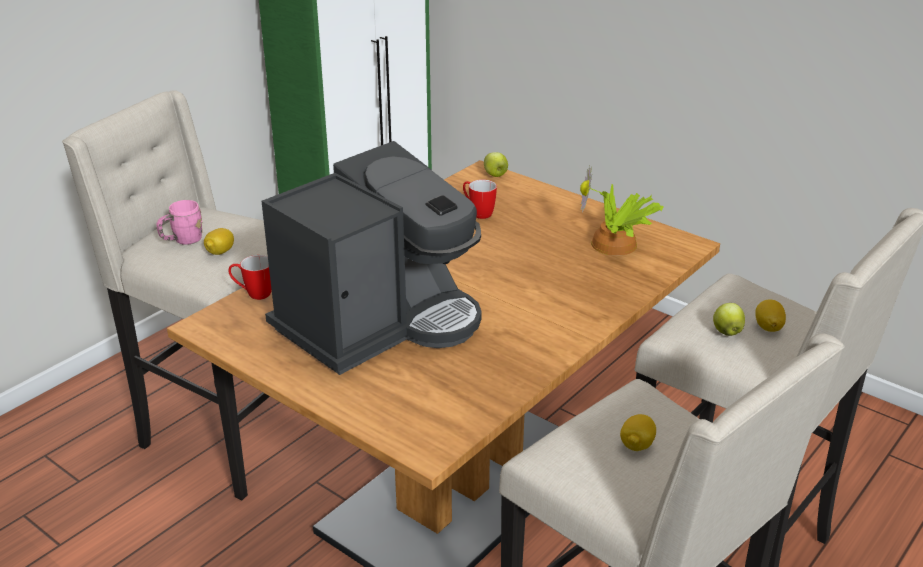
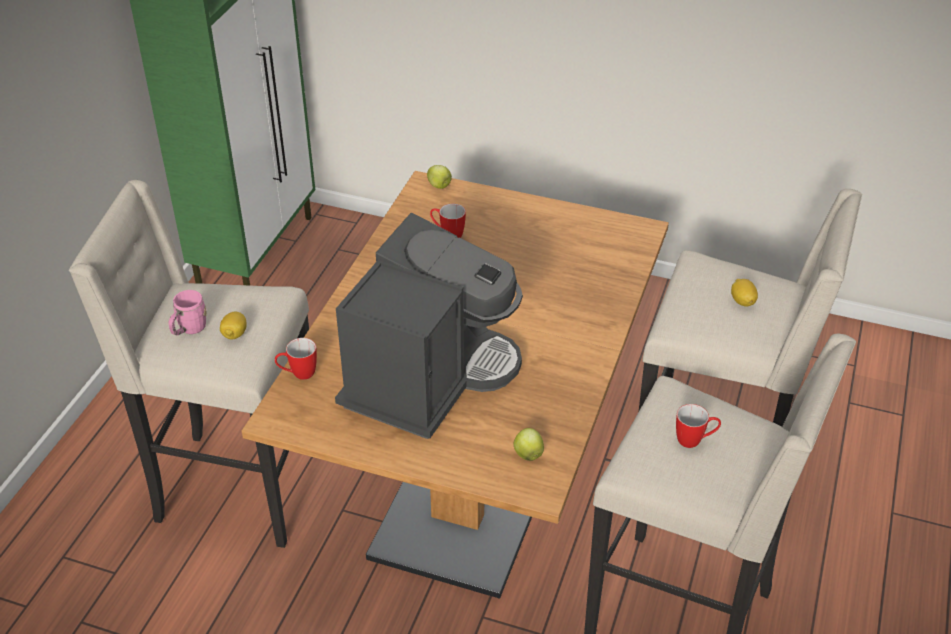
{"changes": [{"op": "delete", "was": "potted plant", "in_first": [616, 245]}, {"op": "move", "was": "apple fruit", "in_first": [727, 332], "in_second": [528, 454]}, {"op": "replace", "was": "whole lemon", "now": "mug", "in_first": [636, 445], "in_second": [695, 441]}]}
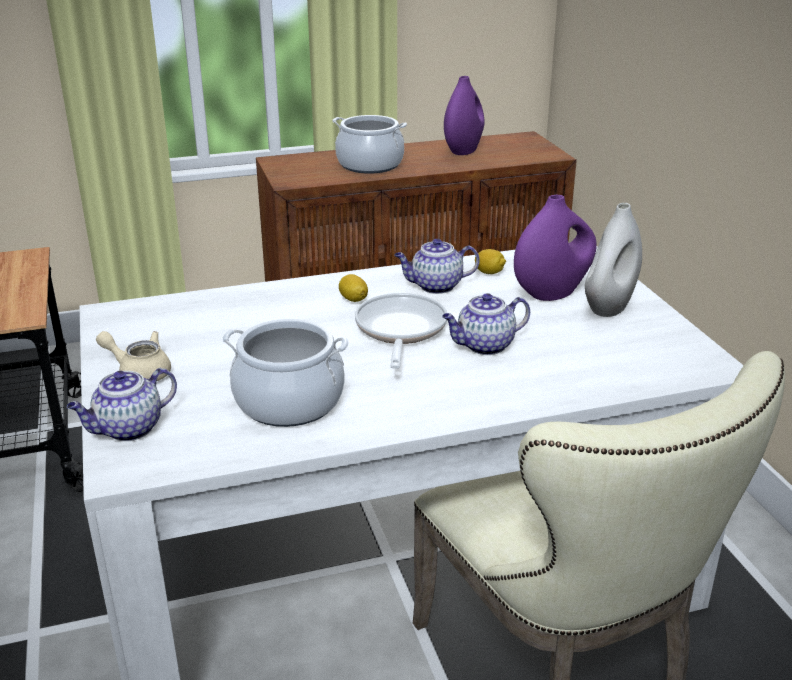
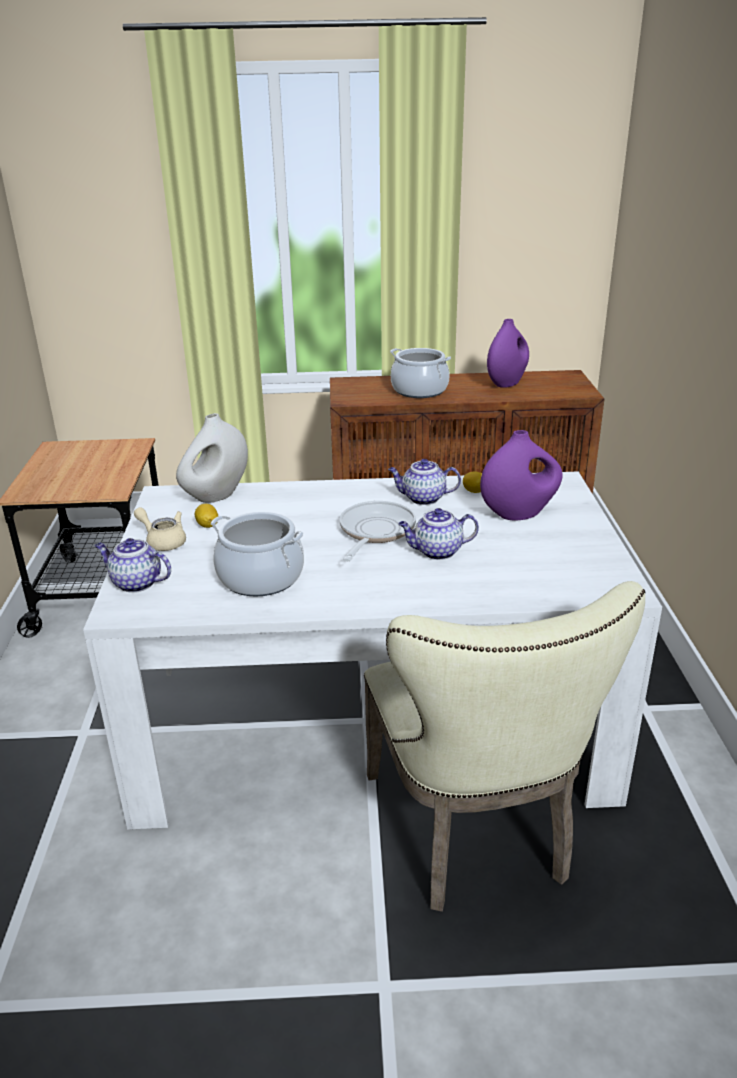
{"changes": [{"op": "move", "was": "whitish decorative vase", "in_first": [609, 307], "in_second": [216, 496]}, {"op": "move", "was": "whole lemon", "in_first": [353, 299], "in_second": [207, 525]}, {"op": "rotate", "was": "teapot", "in_first": [128, 429], "in_second": [135, 583], "clockwise": 45}]}
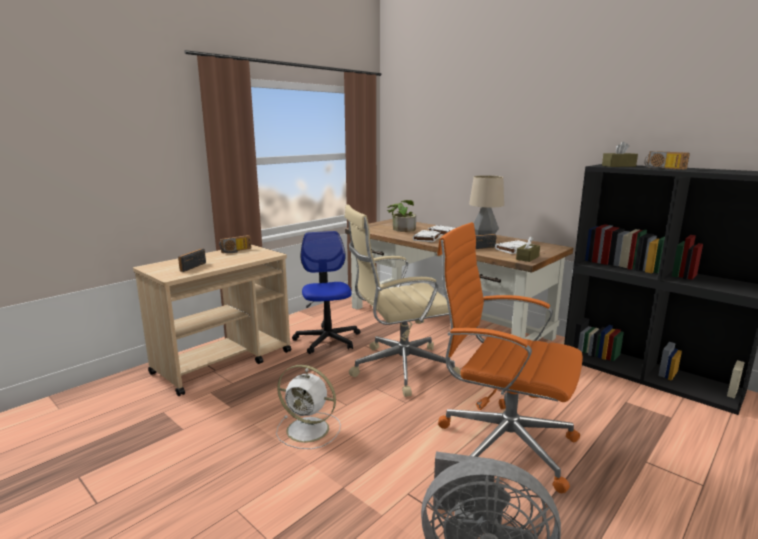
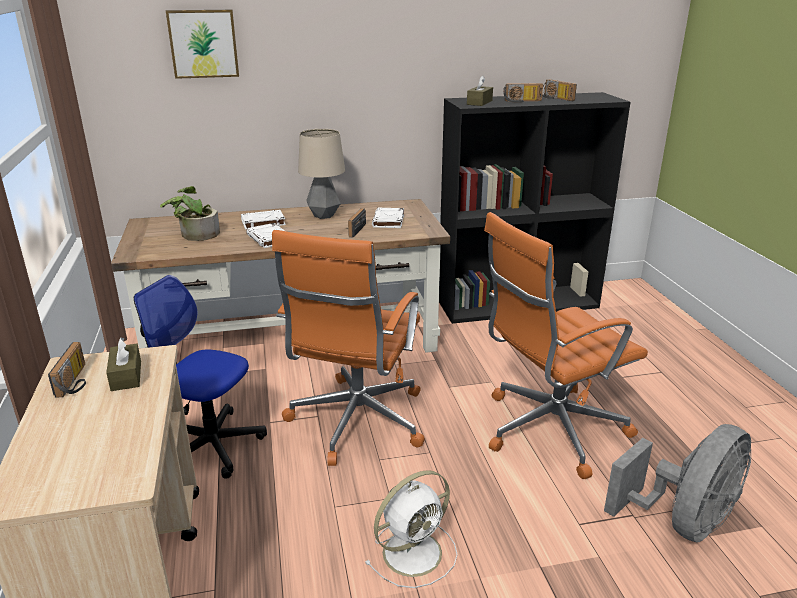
{"changes": [{"op": "recolor", "was": "beige-coloured office chair", "now": "orange-coloured office chair", "in_first": [399, 368], "in_second": [356, 422]}, {"op": "move", "was": "brown-coloured tissue box", "in_first": [527, 258], "in_second": [126, 376]}, {"op": "move", "was": "radio", "in_first": [191, 266], "in_second": [556, 98]}, {"op": "insert", "now": "wall picture", "in_second": [203, 43]}]}
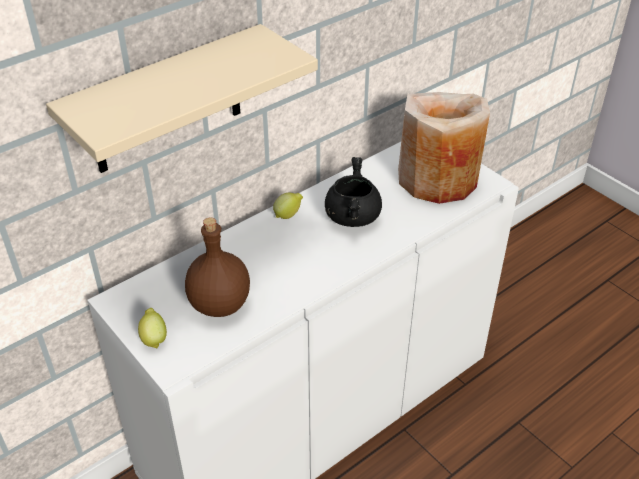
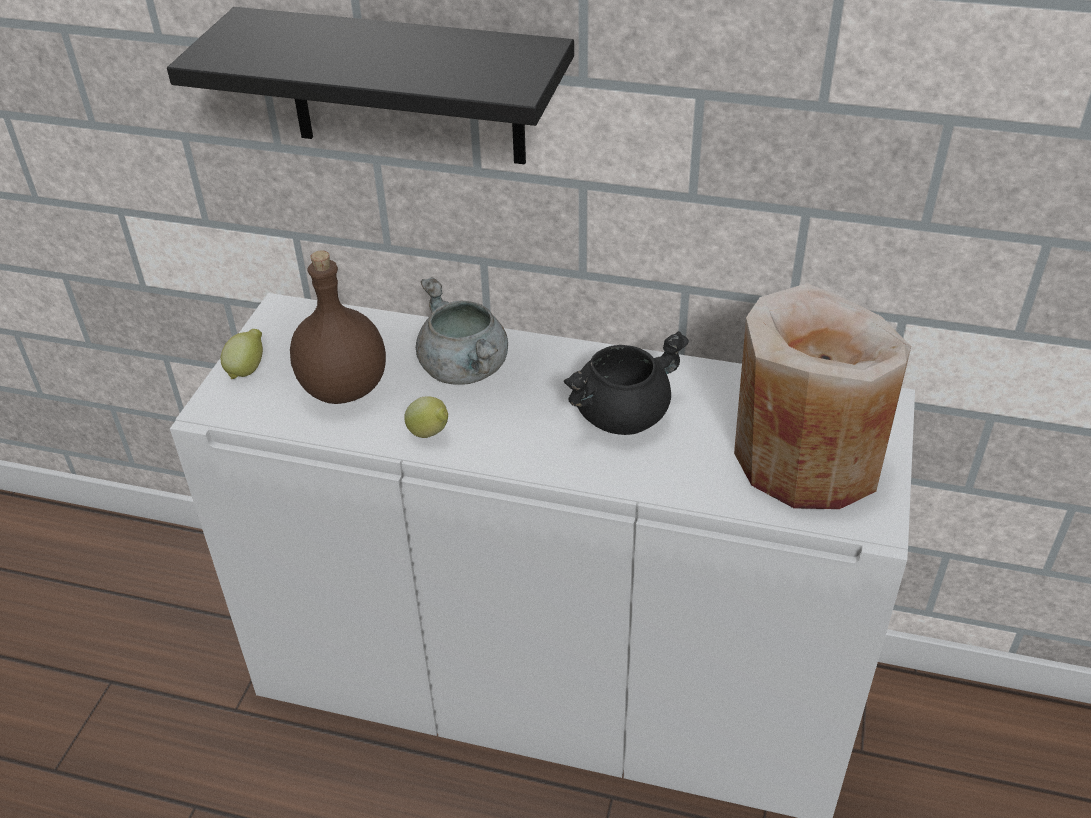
{"changes": [{"op": "recolor", "was": "beige-coloured shelf", "now": "black-coloured shelf", "in_first": [166, 101], "in_second": [405, 87]}, {"op": "move", "was": "whole lemon", "in_first": [288, 215], "in_second": [430, 434]}, {"op": "insert", "now": "greyish saucepot", "in_second": [466, 369]}]}
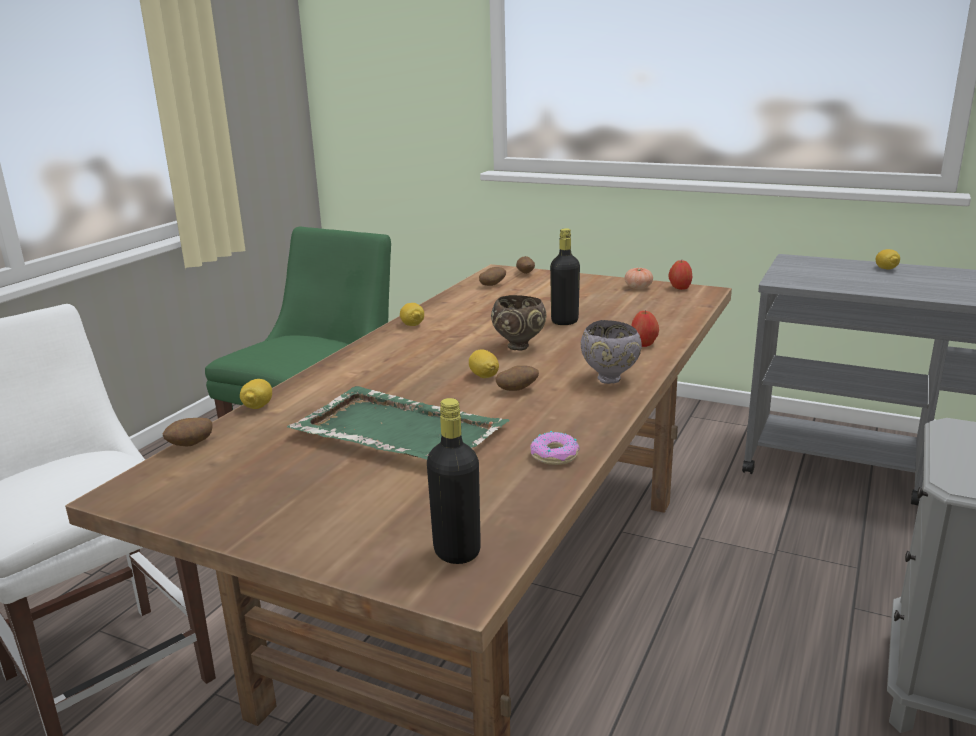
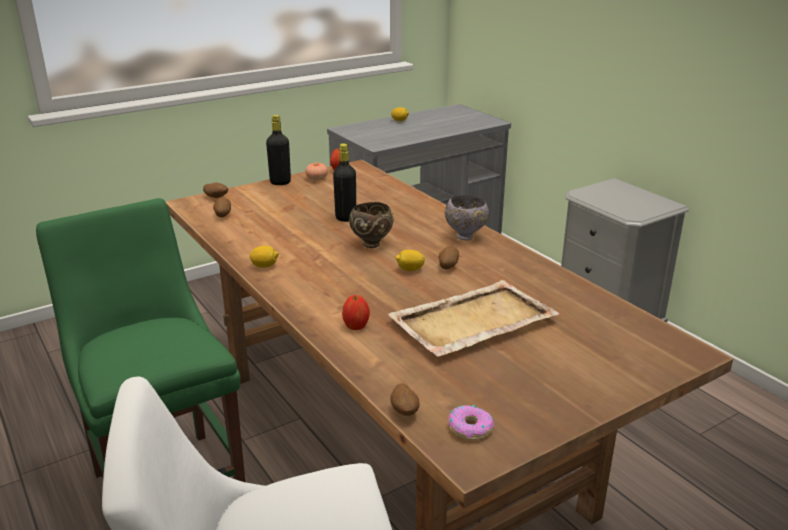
{"changes": [{"op": "move", "was": "apple fruit", "in_first": [643, 344], "in_second": [356, 326]}, {"op": "delete", "was": "whole lemon", "in_first": [258, 407]}, {"op": "recolor", "was": "green-coloured carrying tray", "now": "beige-coloured carrying tray", "in_first": [397, 431], "in_second": [471, 322]}, {"op": "move", "was": "black-coloured drink bottle", "in_first": [457, 552], "in_second": [280, 182]}, {"op": "move", "was": "ring doughnut", "in_first": [555, 456], "in_second": [470, 428]}]}
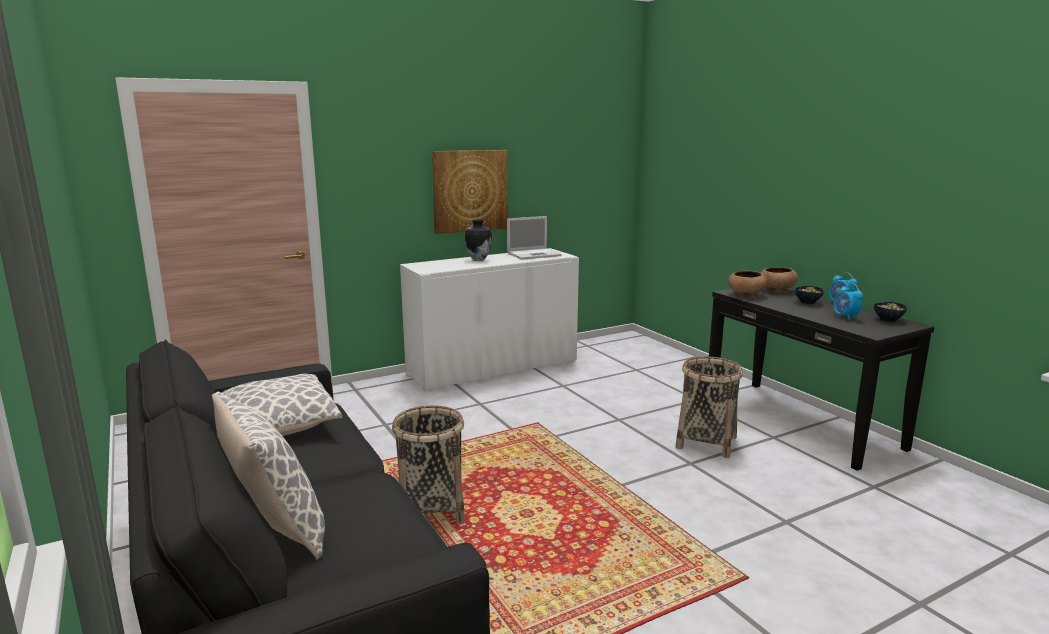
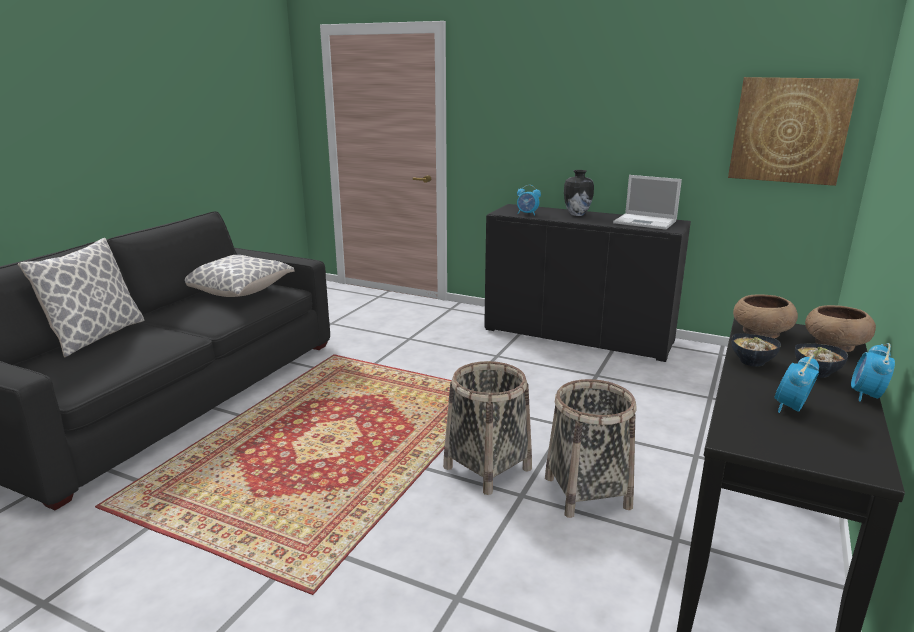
{"changes": [{"op": "move", "was": "wall picture", "in_first": [470, 191], "in_second": [789, 130]}, {"op": "recolor", "was": "whitish storage cabinet", "now": "black-coloured storage cabinet", "in_first": [493, 368], "in_second": [577, 335]}, {"op": "move", "was": "serving bowl", "in_first": [888, 320], "in_second": [752, 362]}, {"op": "move", "was": "storage basket", "in_first": [431, 509], "in_second": [487, 468]}, {"op": "insert", "now": "alarm clock", "in_second": [527, 214]}]}
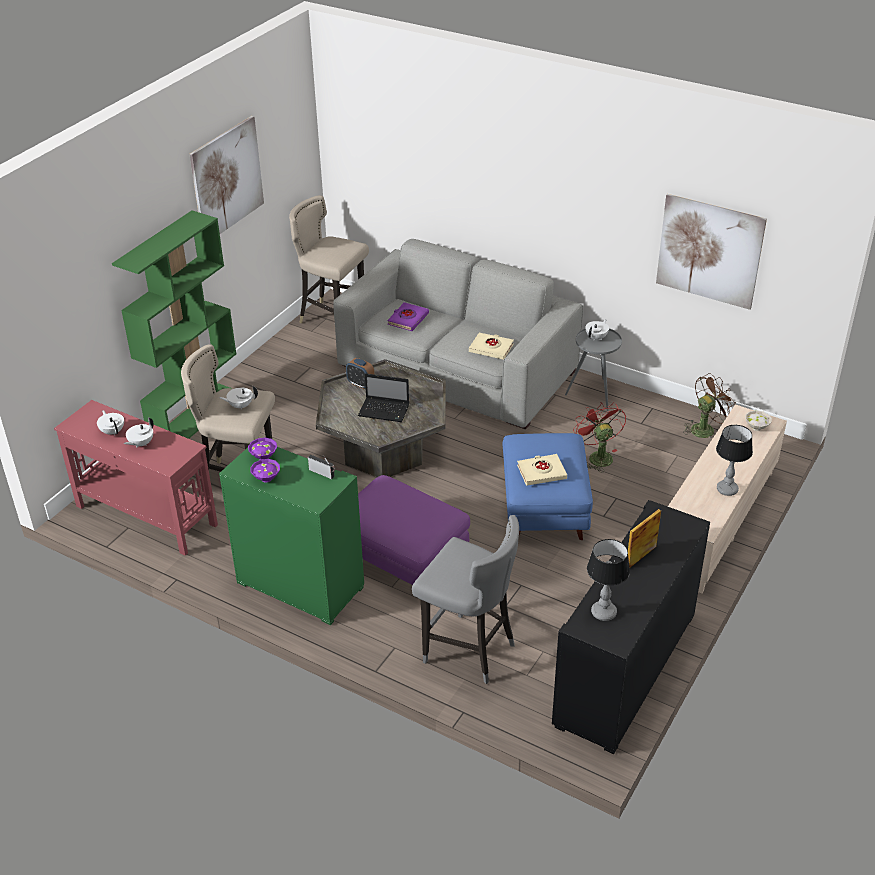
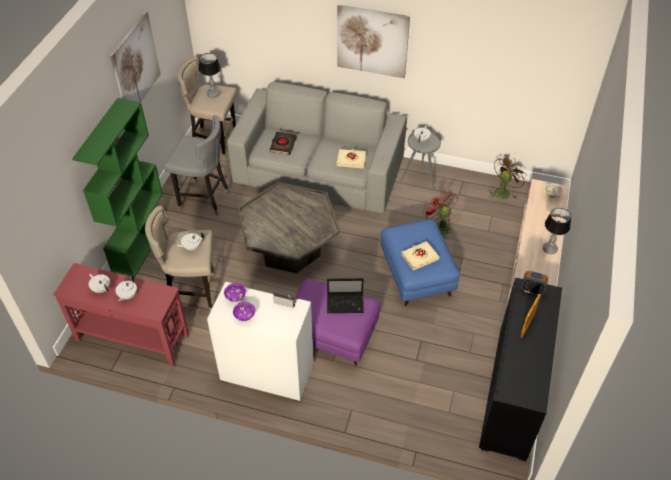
{"changes": [{"op": "move", "was": "wall picture", "in_first": [709, 251], "in_second": [372, 41]}, {"op": "recolor", "was": "purplish bound book", "now": "black-coloured bound book", "in_first": [408, 319], "in_second": [283, 145]}, {"op": "move", "was": "alarm clock", "in_first": [360, 384], "in_second": [532, 290]}, {"op": "move", "was": "laptop", "in_first": [385, 411], "in_second": [346, 303]}, {"op": "recolor", "was": "green-coloured storage cabinet", "now": "whitish storage cabinet", "in_first": [299, 585], "in_second": [266, 373]}, {"op": "move", "was": "greyish stool seat", "in_first": [468, 650], "in_second": [204, 199]}, {"op": "move", "was": "tabletop lamp", "in_first": [603, 612], "in_second": [213, 94]}]}
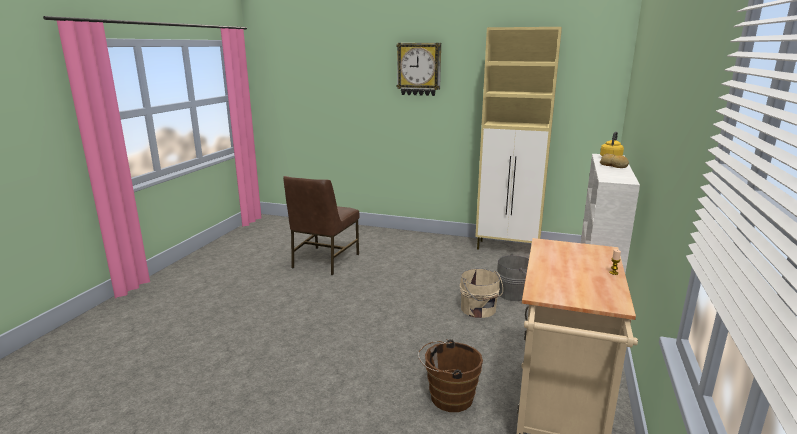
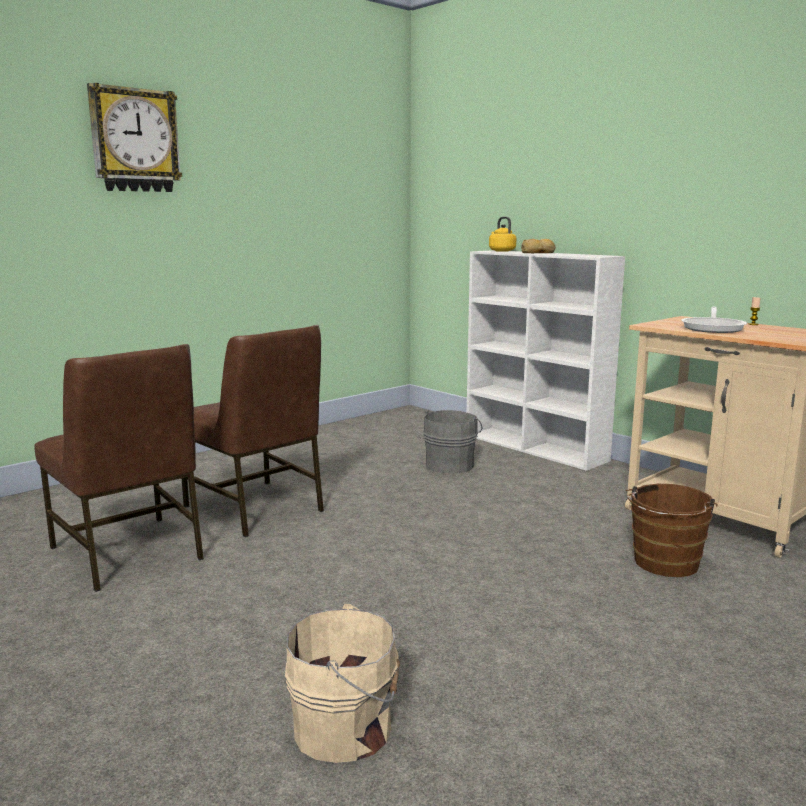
{"changes": [{"op": "delete", "was": "beige-coloured storage cabinet", "in_first": [508, 248]}, {"op": "move", "was": "beige-coloured bucket", "in_first": [479, 310], "in_second": [347, 729]}, {"op": "insert", "now": "frying pan", "in_second": [713, 328]}, {"op": "insert", "now": "brown-coloured chair", "in_second": [256, 509]}]}
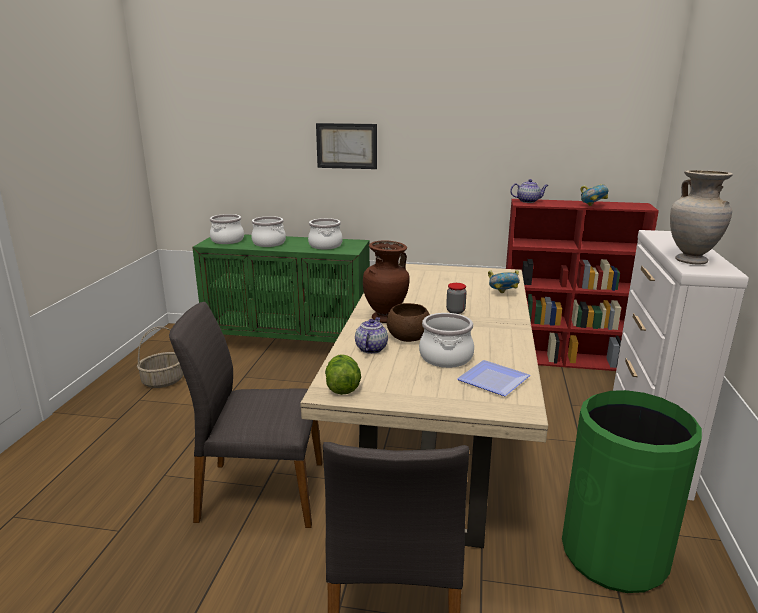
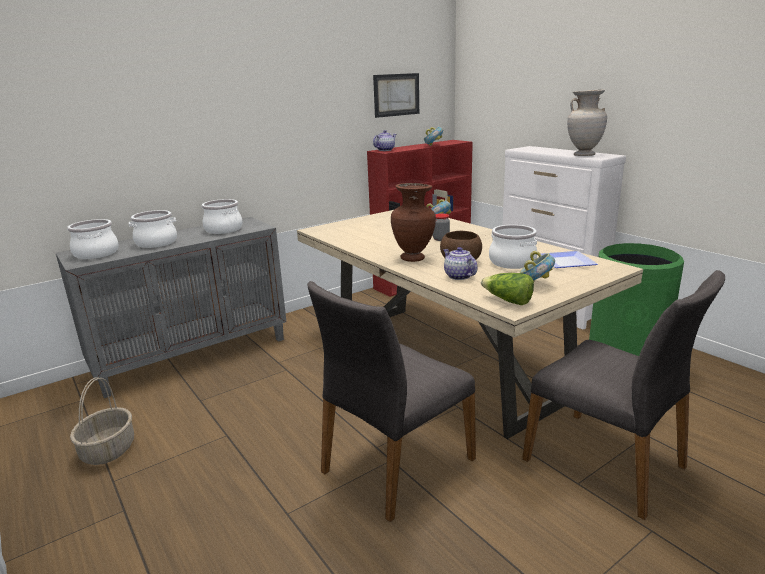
{"changes": [{"op": "move", "was": "wall picture", "in_first": [346, 146], "in_second": [396, 95]}, {"op": "recolor", "was": "green-coloured storage cabinet", "now": "greyish storage cabinet", "in_first": [290, 343], "in_second": [193, 355]}, {"op": "insert", "now": "serving bowl", "in_second": [535, 284]}]}
